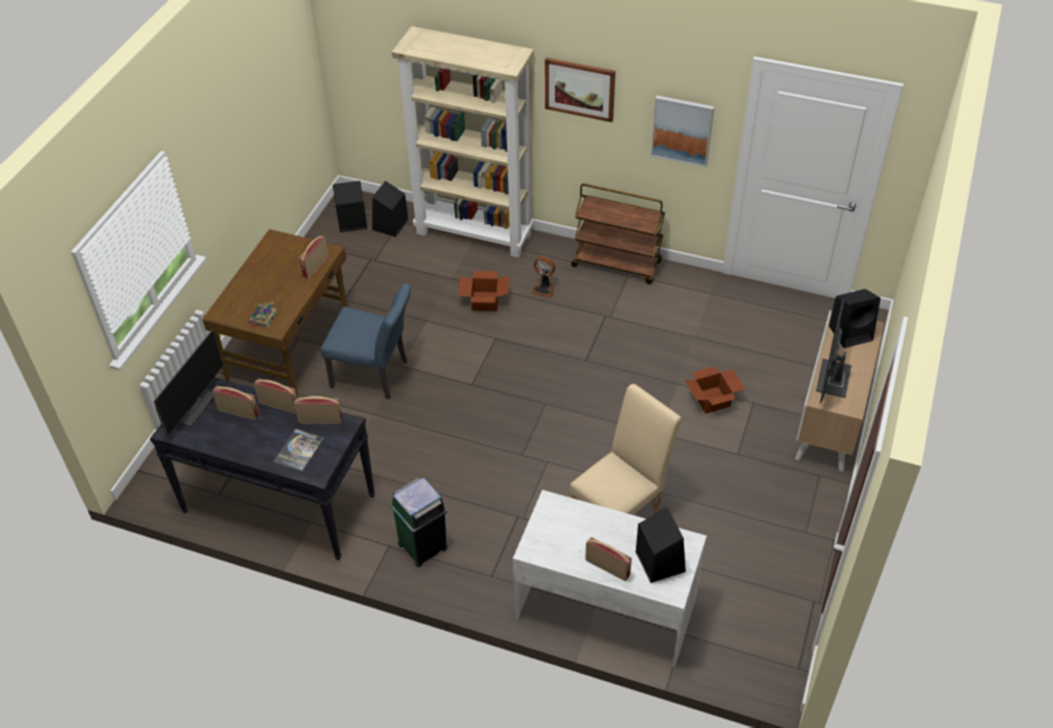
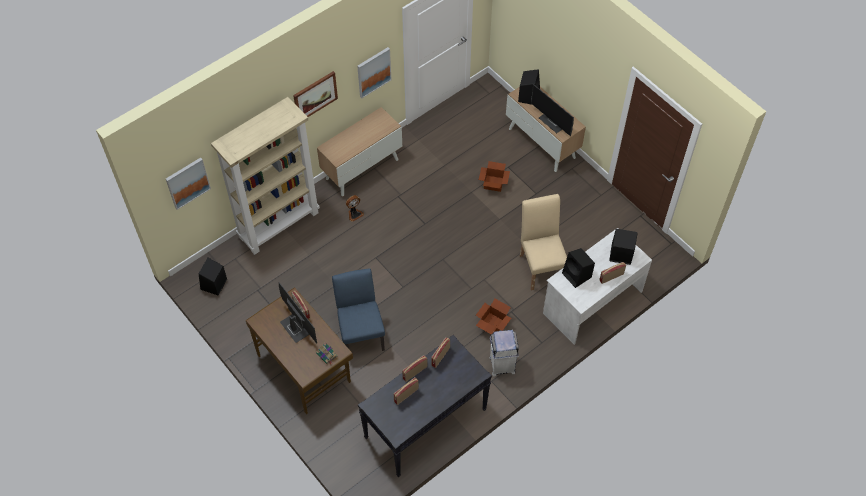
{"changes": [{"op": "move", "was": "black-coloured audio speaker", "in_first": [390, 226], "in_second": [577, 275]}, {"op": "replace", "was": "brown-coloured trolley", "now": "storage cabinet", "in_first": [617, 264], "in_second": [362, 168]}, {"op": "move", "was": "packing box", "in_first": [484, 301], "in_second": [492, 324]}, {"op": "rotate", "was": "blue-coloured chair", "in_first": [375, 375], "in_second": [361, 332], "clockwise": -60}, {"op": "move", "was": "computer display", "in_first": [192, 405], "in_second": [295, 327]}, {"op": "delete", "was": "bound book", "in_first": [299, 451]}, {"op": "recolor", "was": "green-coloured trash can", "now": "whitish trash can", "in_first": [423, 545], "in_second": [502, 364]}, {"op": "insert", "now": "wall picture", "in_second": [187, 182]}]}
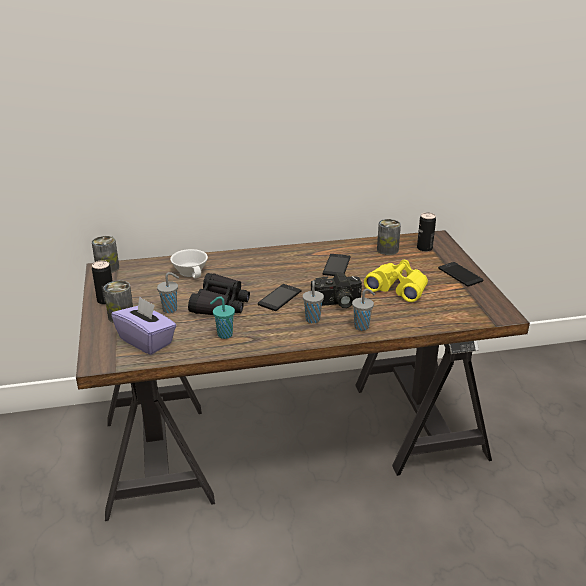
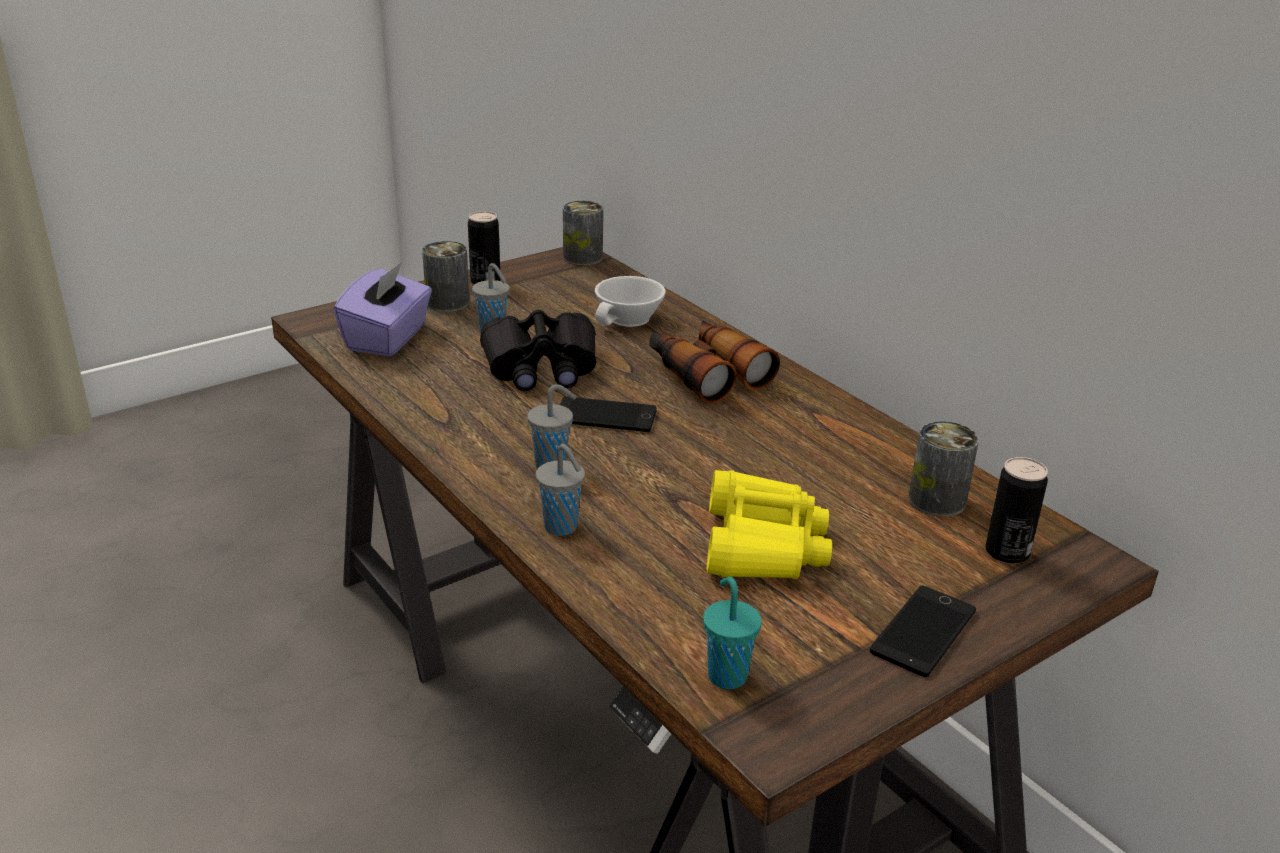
{"changes": [{"op": "delete", "was": "telephone", "in_first": [336, 266]}, {"op": "delete", "was": "photo camera", "in_first": [336, 303]}, {"op": "move", "was": "turquoise cup", "in_first": [224, 334], "in_second": [726, 674]}, {"op": "insert", "now": "pair of binoculars", "in_second": [706, 373]}]}
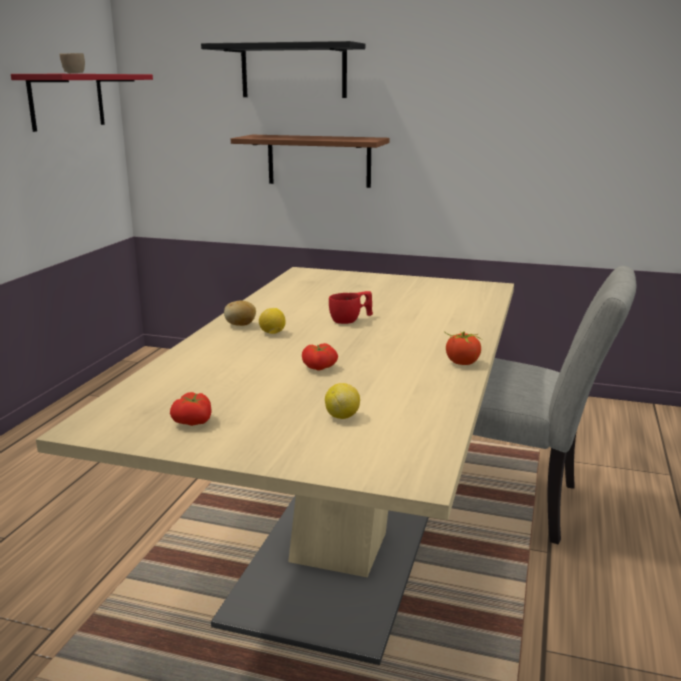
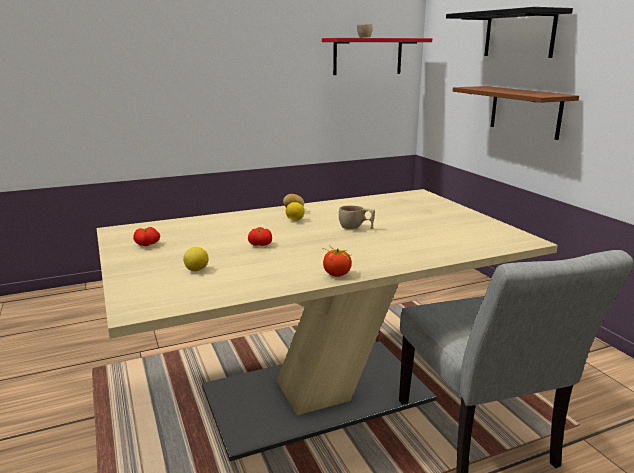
{"changes": [{"op": "recolor", "was": "red cup", "now": "beige-coloured cup", "in_first": [351, 320], "in_second": [356, 228]}]}
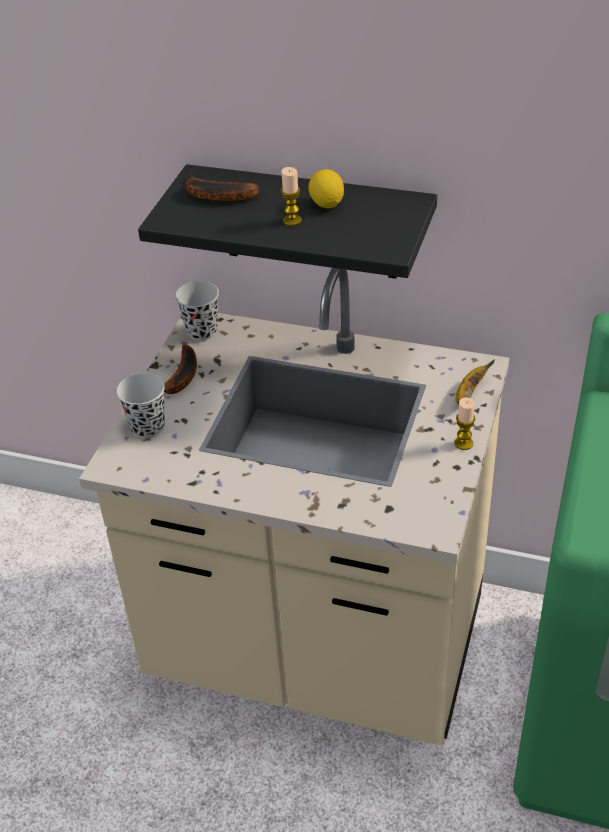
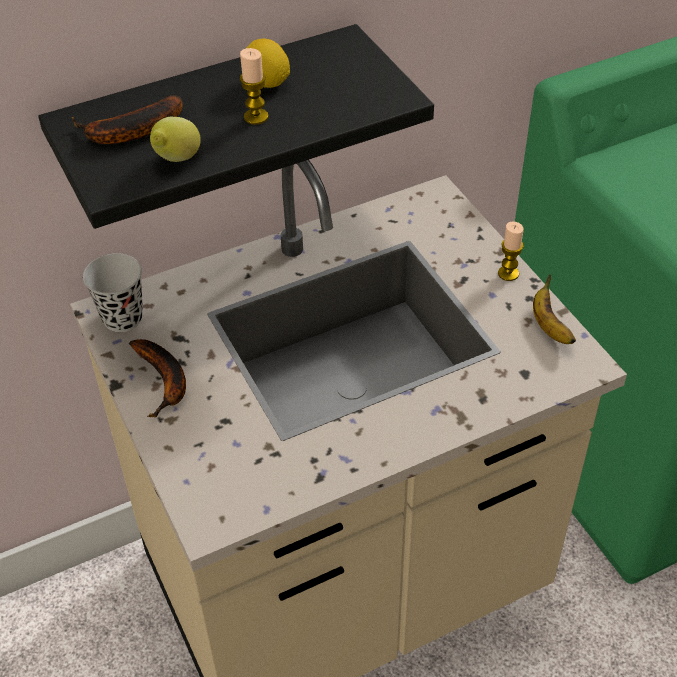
{"changes": [{"op": "move", "was": "whole banana", "in_first": [469, 393], "in_second": [549, 326]}, {"op": "delete", "was": "black-coloured cup", "in_first": [148, 427]}, {"op": "insert", "now": "whole lemon", "in_second": [176, 160]}]}
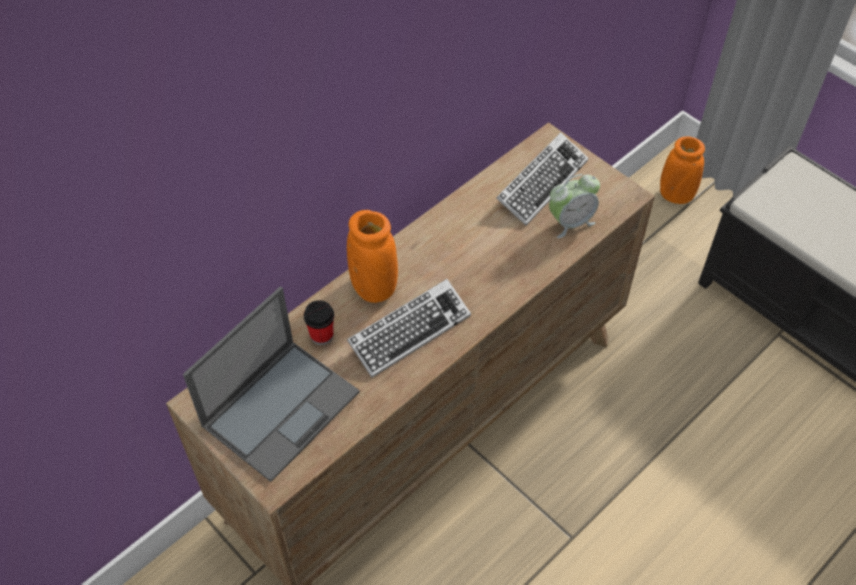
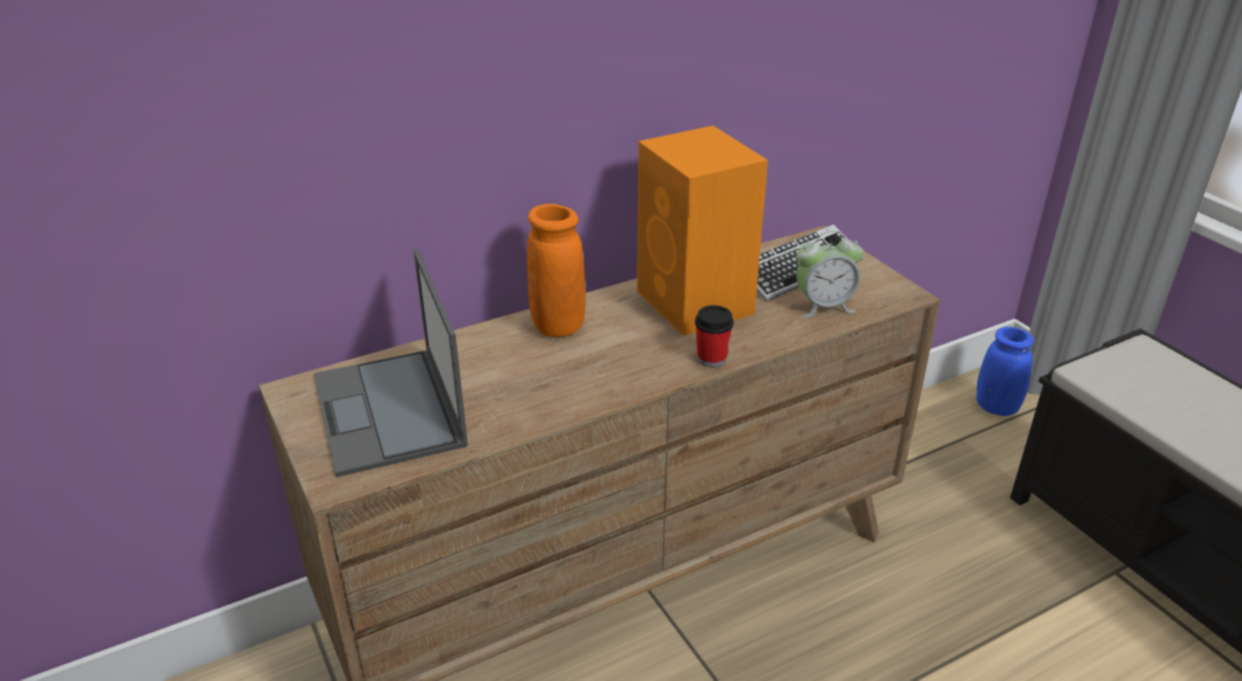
{"changes": [{"op": "recolor", "was": "orange-coloured decorative vase", "now": "blue-coloured decorative vase", "in_first": [675, 195], "in_second": [996, 407]}, {"op": "delete", "was": "computer keyboard", "in_first": [409, 331]}, {"op": "rotate", "was": "laptop", "in_first": [282, 407], "in_second": [389, 412], "clockwise": 105}, {"op": "move", "was": "cup", "in_first": [322, 335], "in_second": [712, 359]}, {"op": "insert", "now": "orange-coloured audio speaker", "in_second": [696, 304]}]}
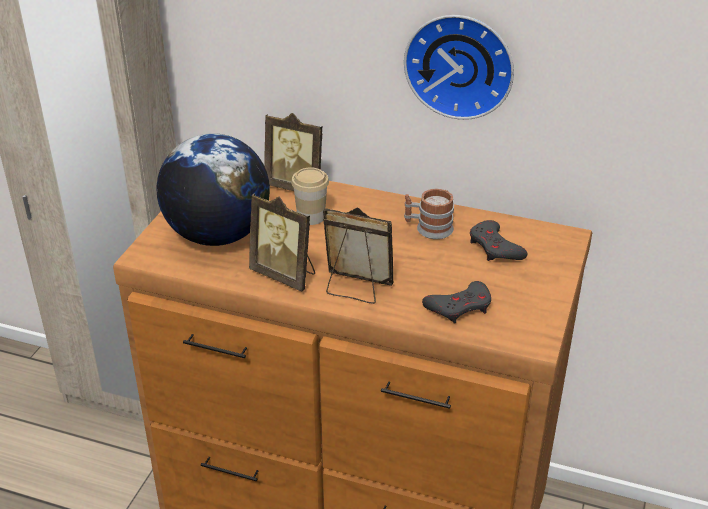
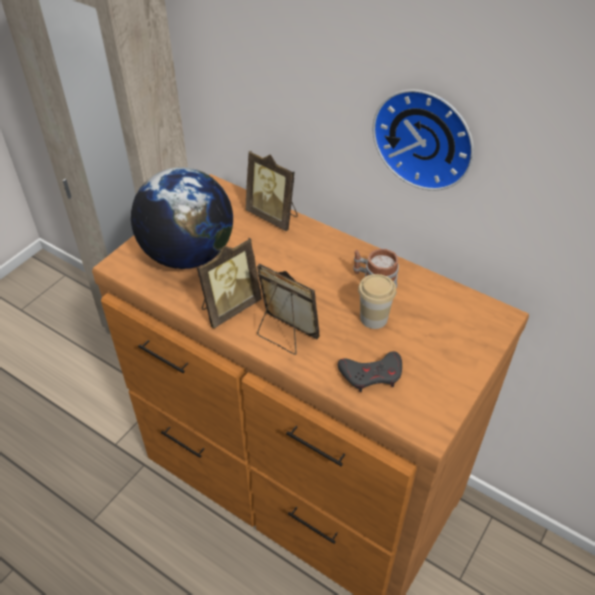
{"changes": [{"op": "move", "was": "cup", "in_first": [311, 217], "in_second": [373, 318]}, {"op": "rotate", "was": "picture frame", "in_first": [285, 275], "in_second": [229, 308], "clockwise": -90}, {"op": "delete", "was": "greyish game controller", "in_first": [495, 247]}]}
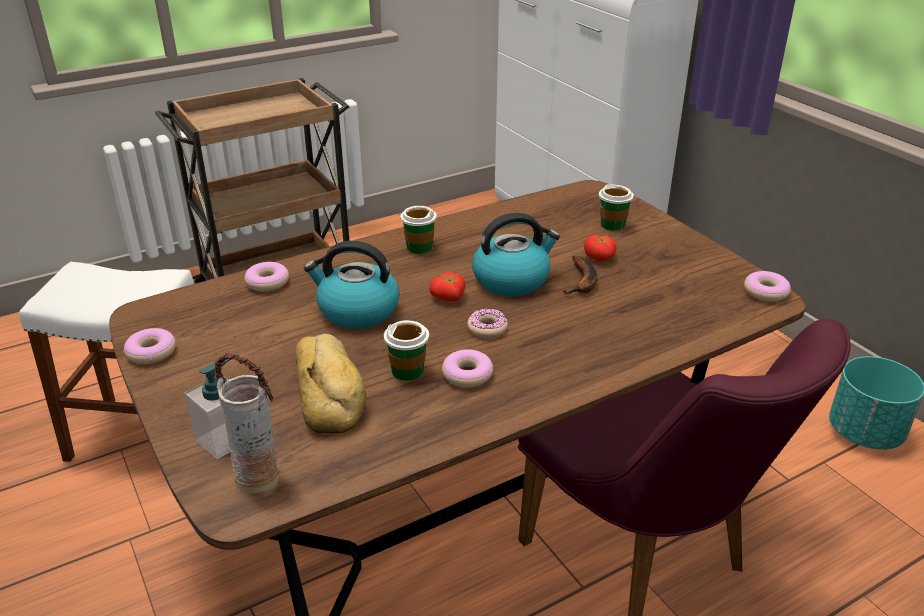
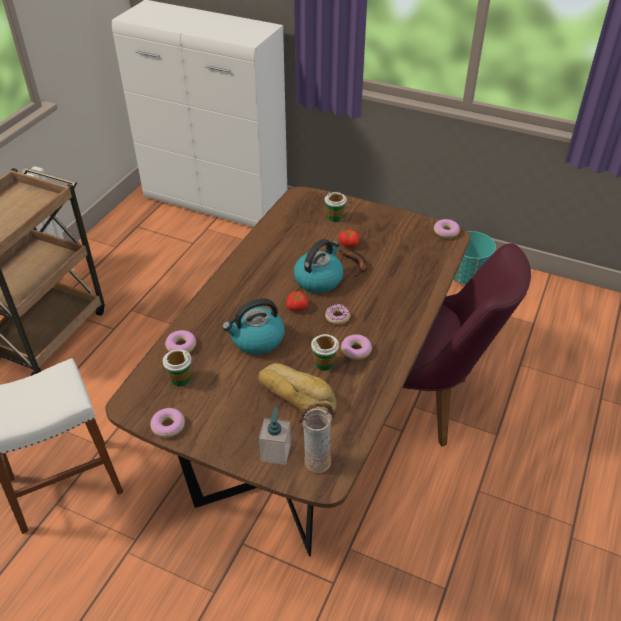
{"changes": [{"op": "move", "was": "cup", "in_first": [419, 247], "in_second": [180, 378]}]}
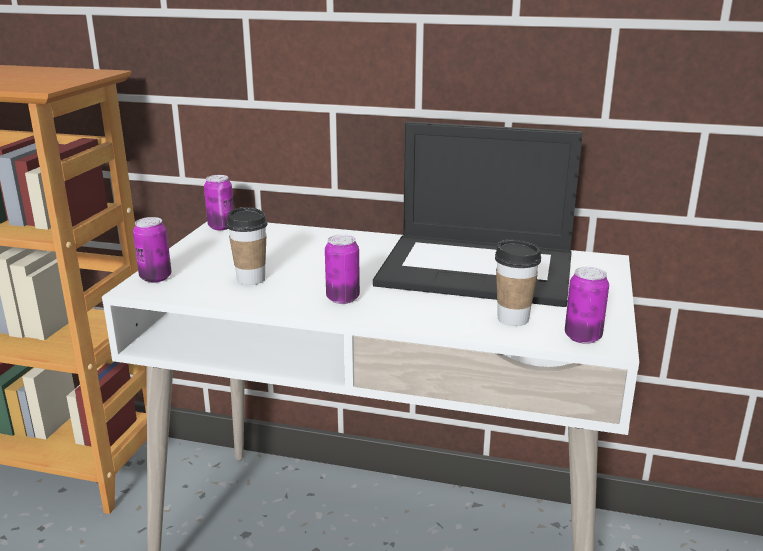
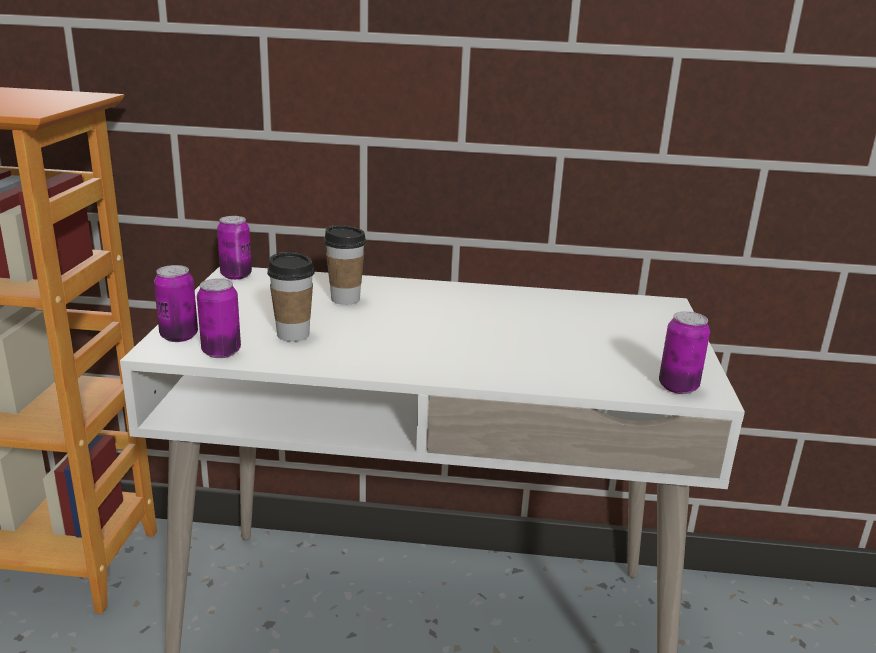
{"changes": [{"op": "delete", "was": "laptop", "in_first": [479, 269]}, {"op": "move", "was": "can", "in_first": [343, 298], "in_second": [221, 352]}, {"op": "move", "was": "cup", "in_first": [513, 319], "in_second": [345, 299]}]}
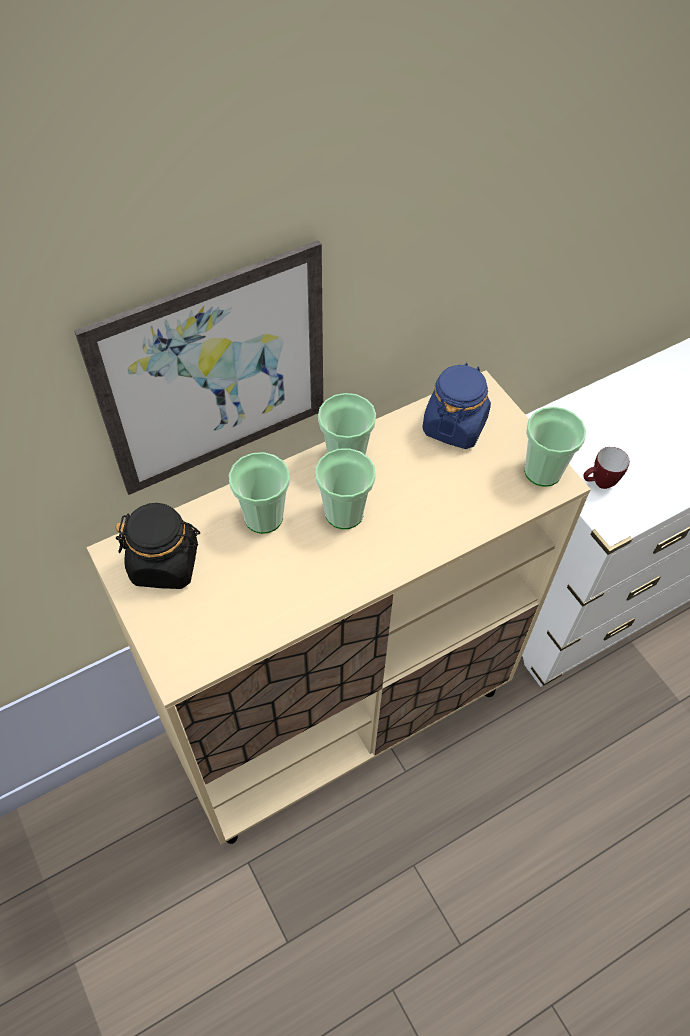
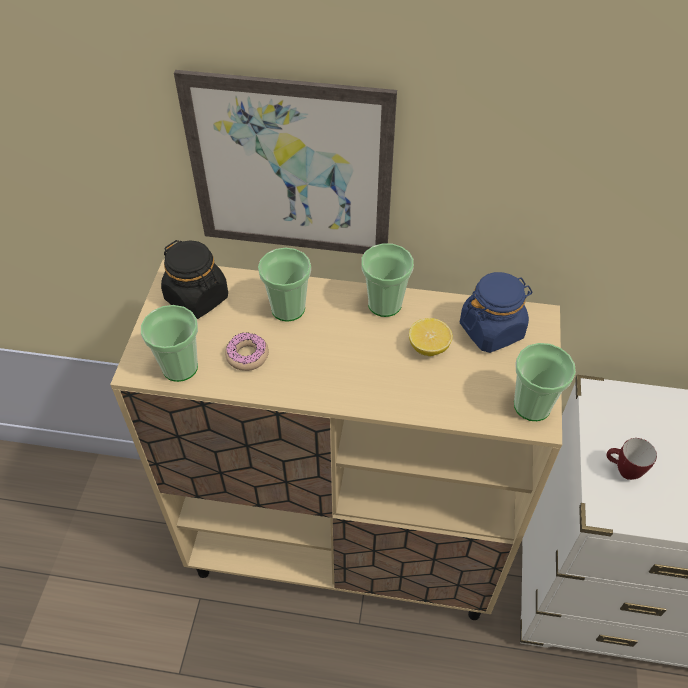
{"changes": [{"op": "move", "was": "cup", "in_first": [344, 513], "in_second": [180, 367]}, {"op": "insert", "now": "whole lemon", "in_second": [428, 347]}, {"op": "insert", "now": "ring doughnut", "in_second": [247, 355]}]}
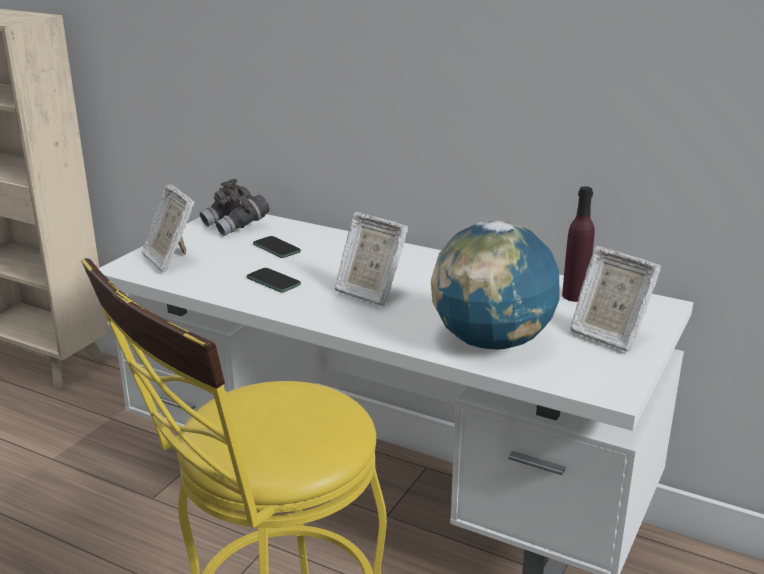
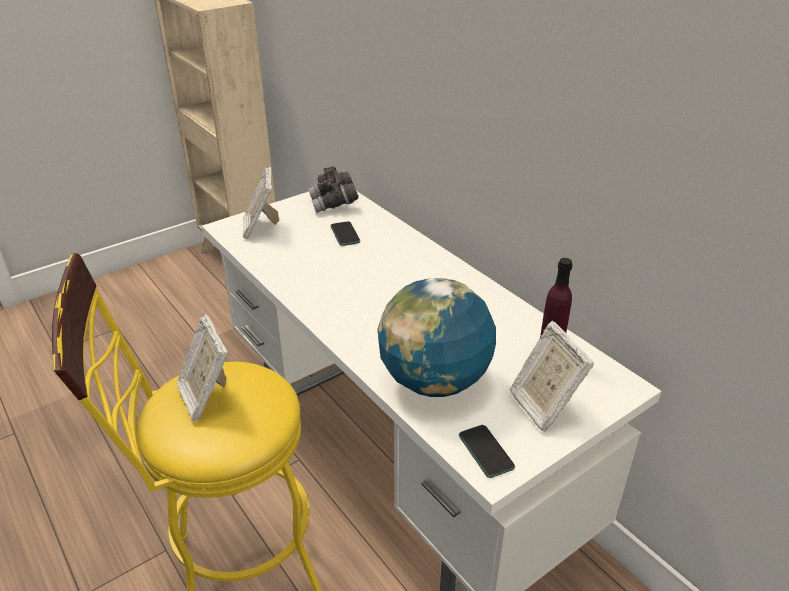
{"changes": [{"op": "move", "was": "picture frame", "in_first": [369, 292], "in_second": [207, 396]}, {"op": "move", "was": "telephone", "in_first": [273, 281], "in_second": [486, 452]}]}
